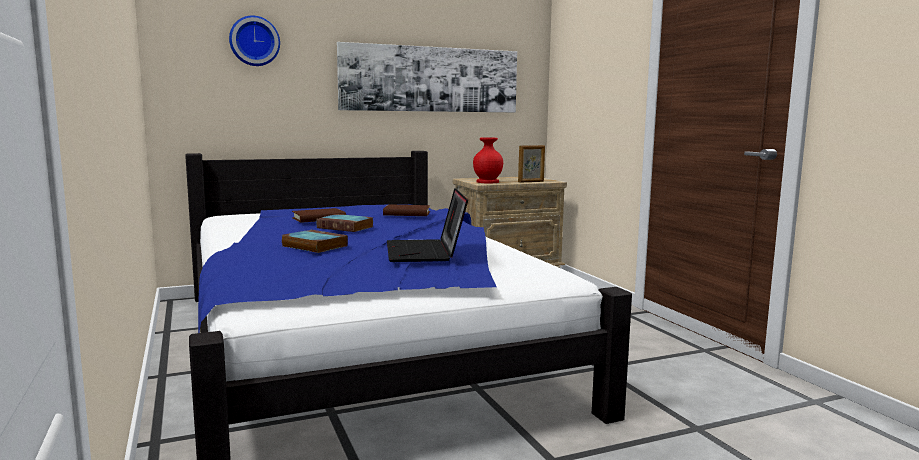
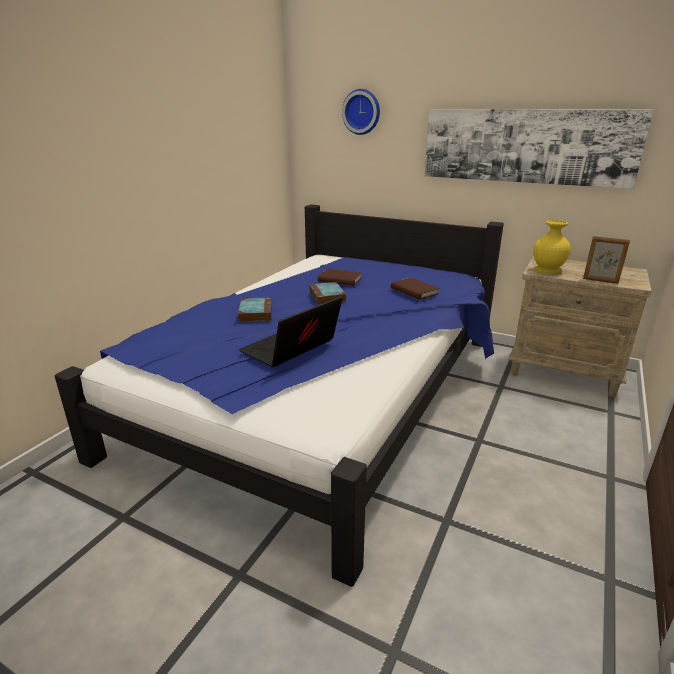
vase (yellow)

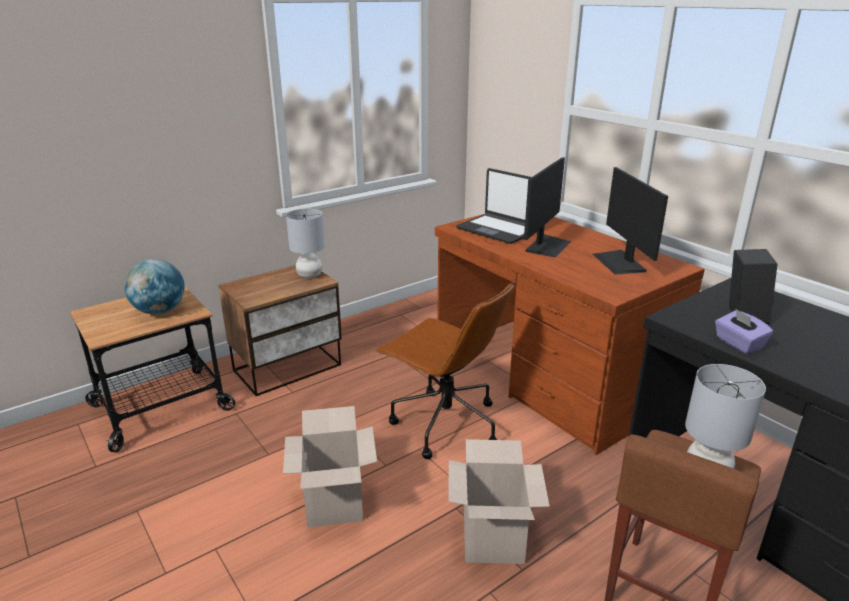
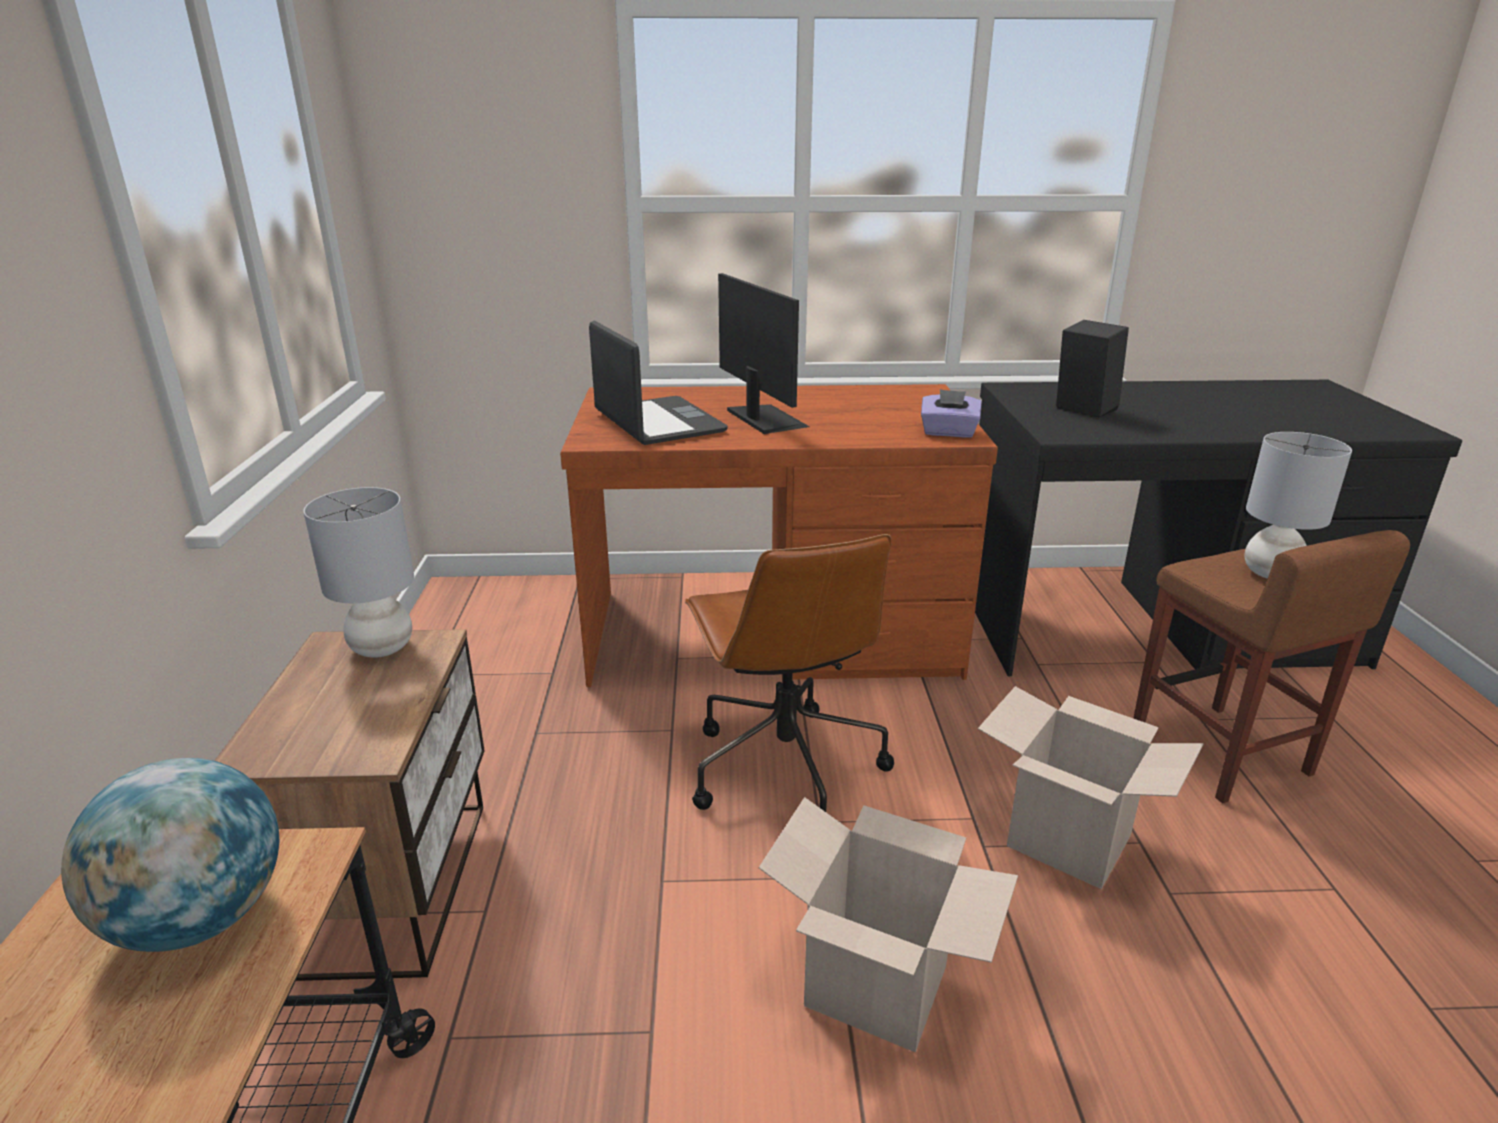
laptop
office chair (brown)
tissue box (purple)
monitor (2nd from left in the first image)

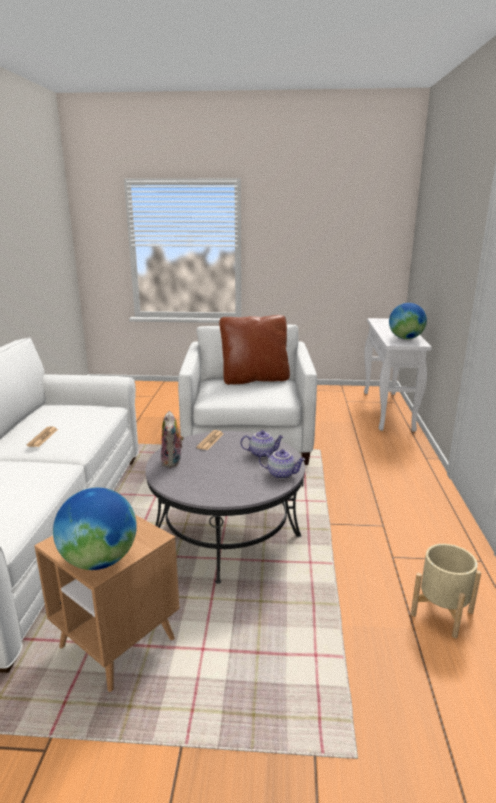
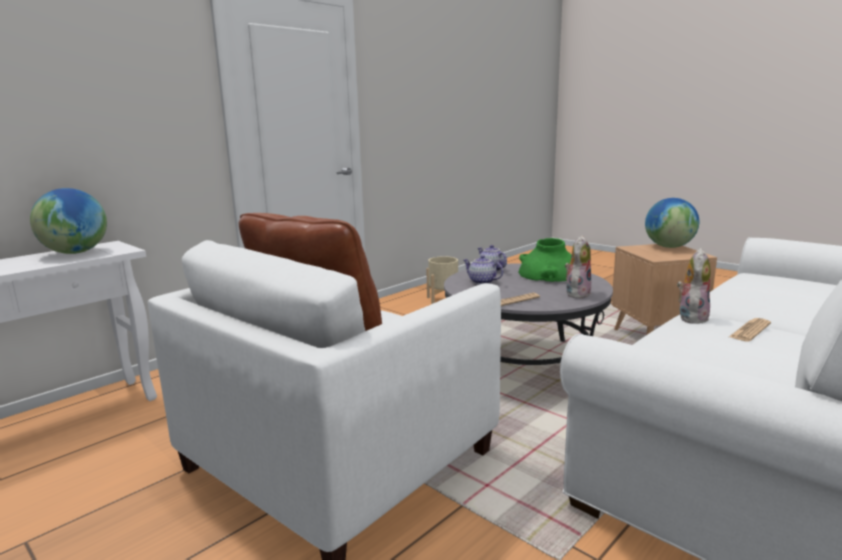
vase (green)
plush toy (2nd from left)

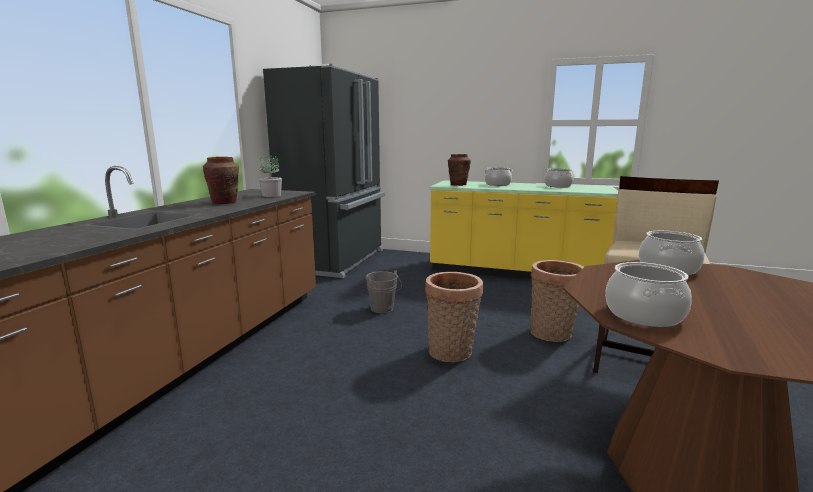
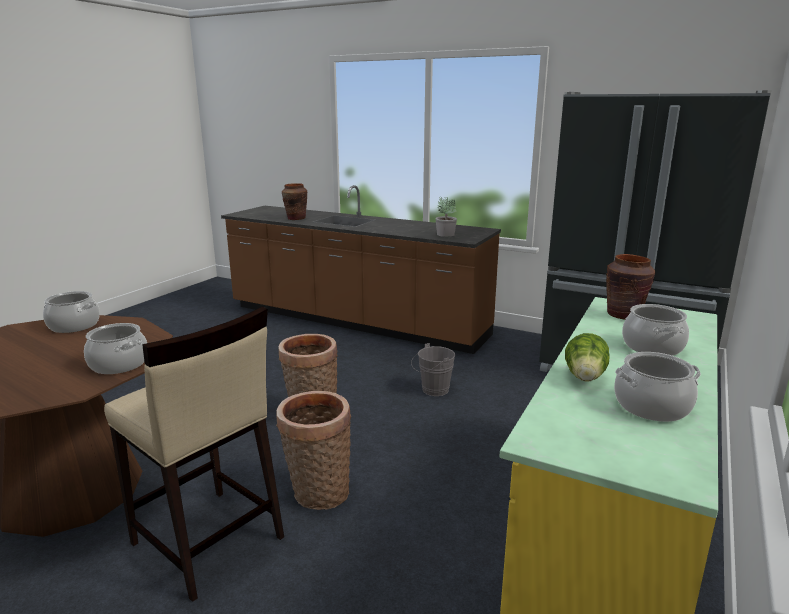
vase (brown) (1st from left)
lettuce

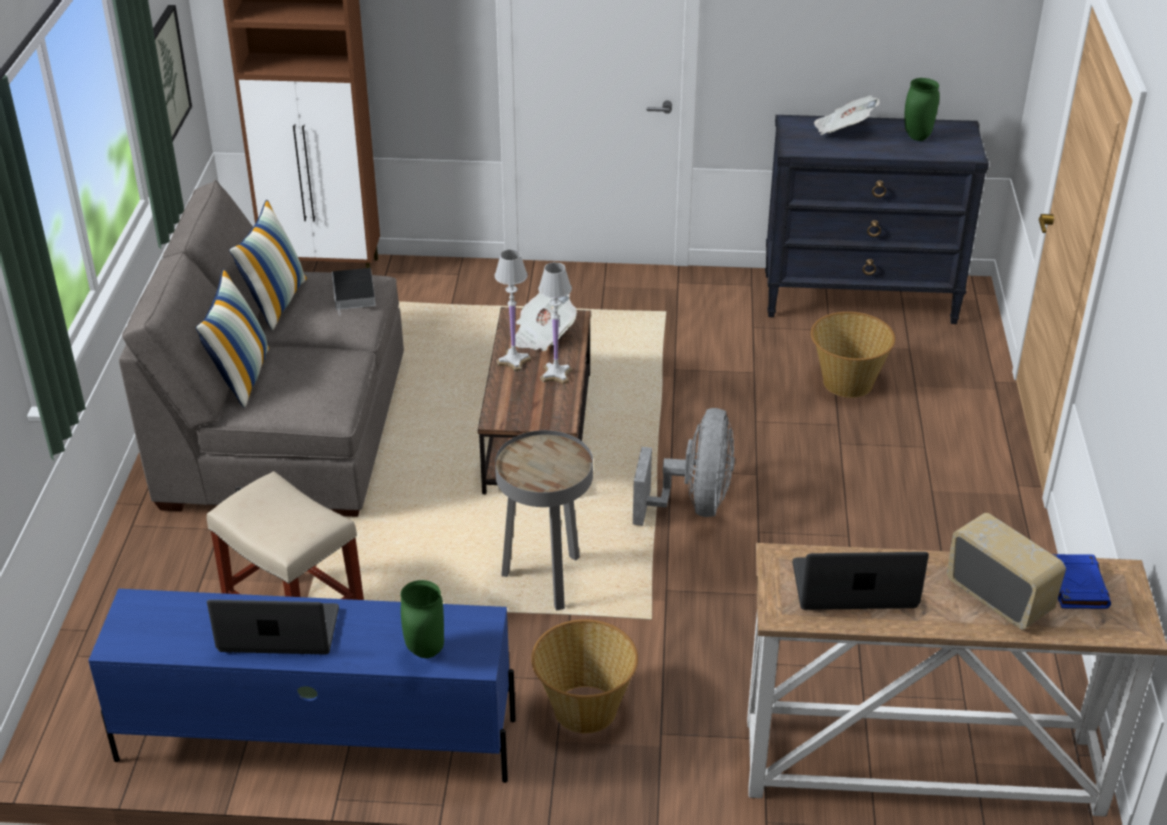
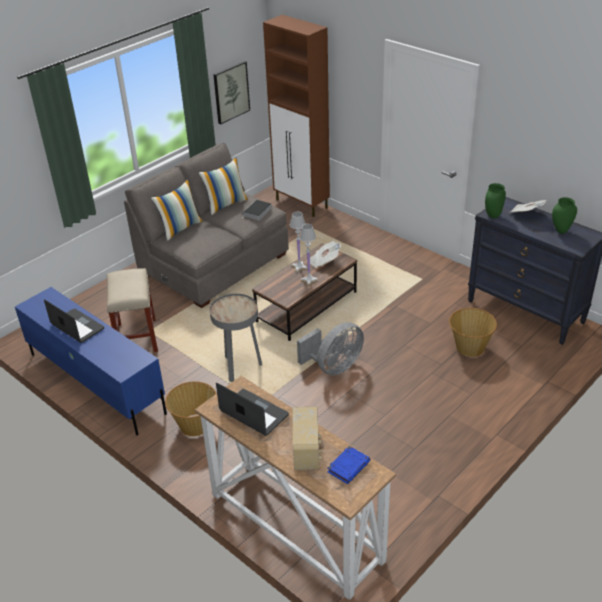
vase (green) (1st from left)

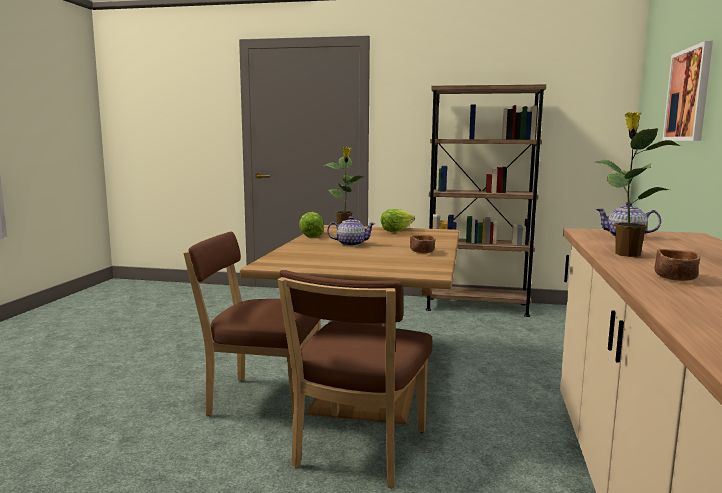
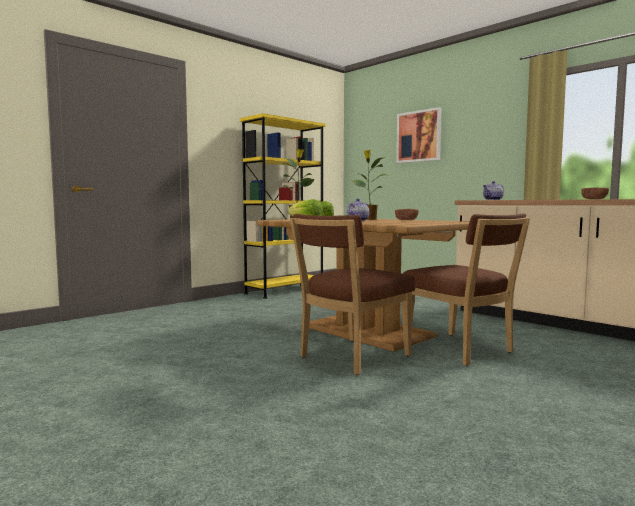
bookcase (yellow)
potted plant (2nd from left)

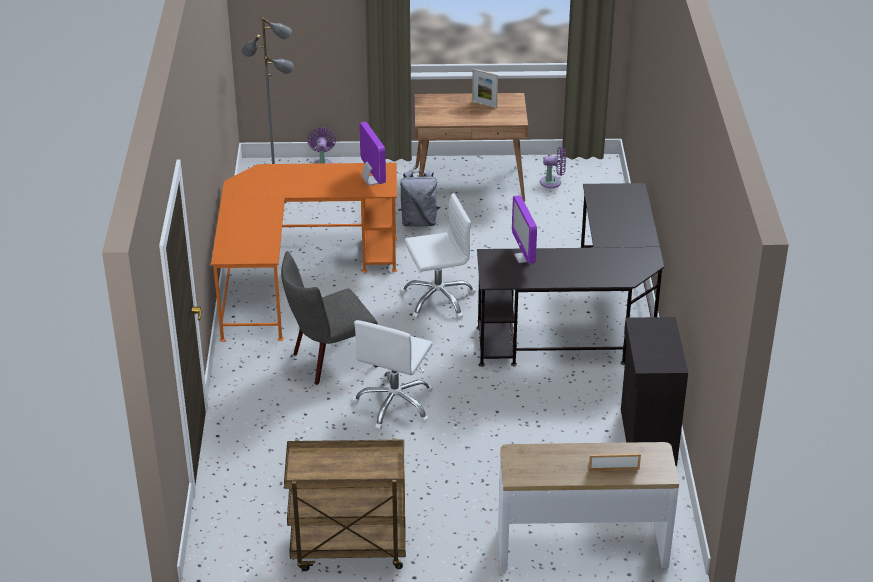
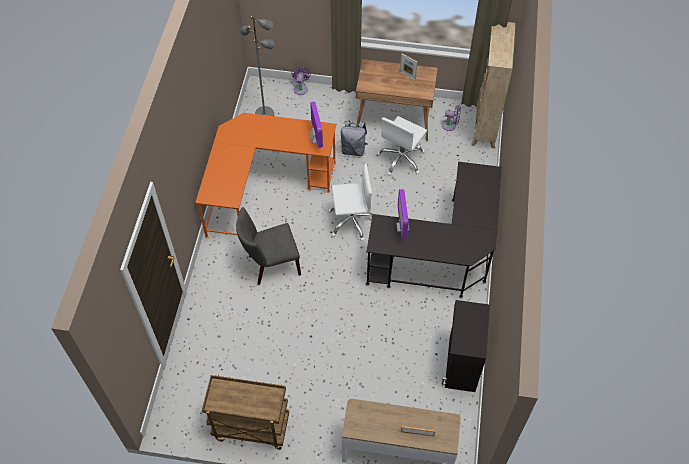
office chair (white) (2nd from left)
bookcase (beige)

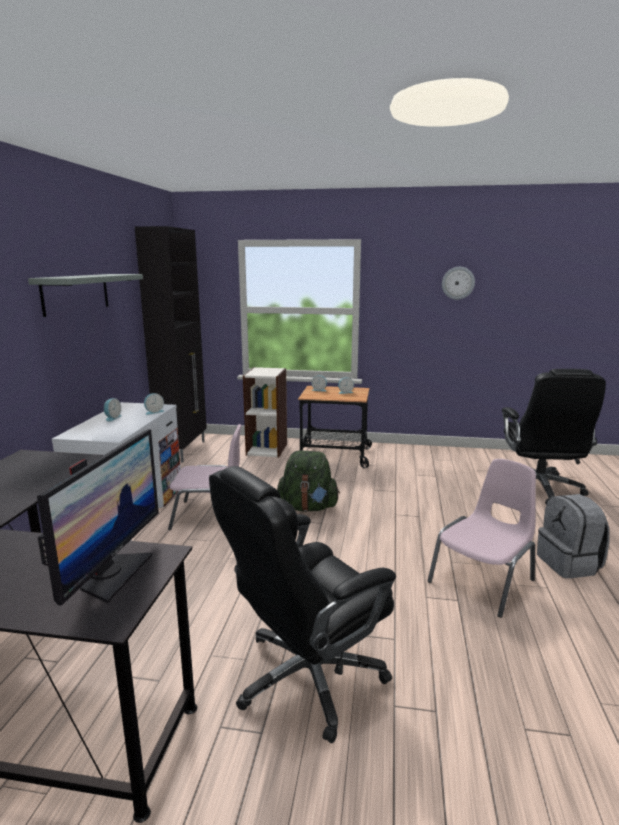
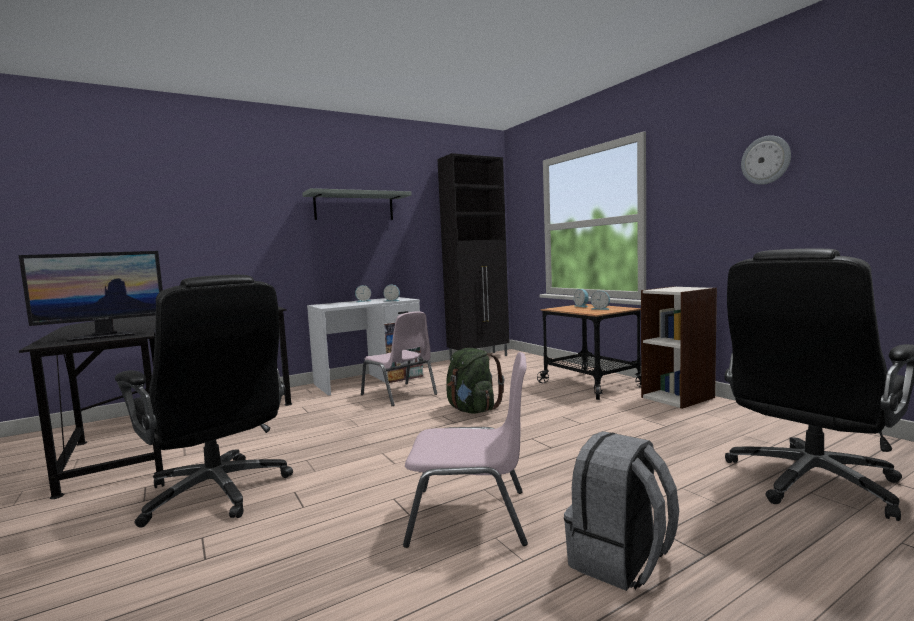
office chair (black) (1st from left)
bookcase

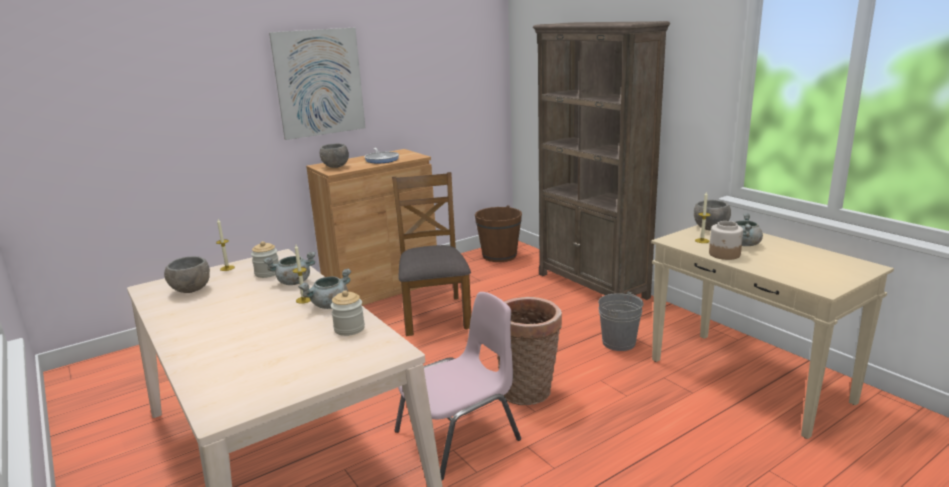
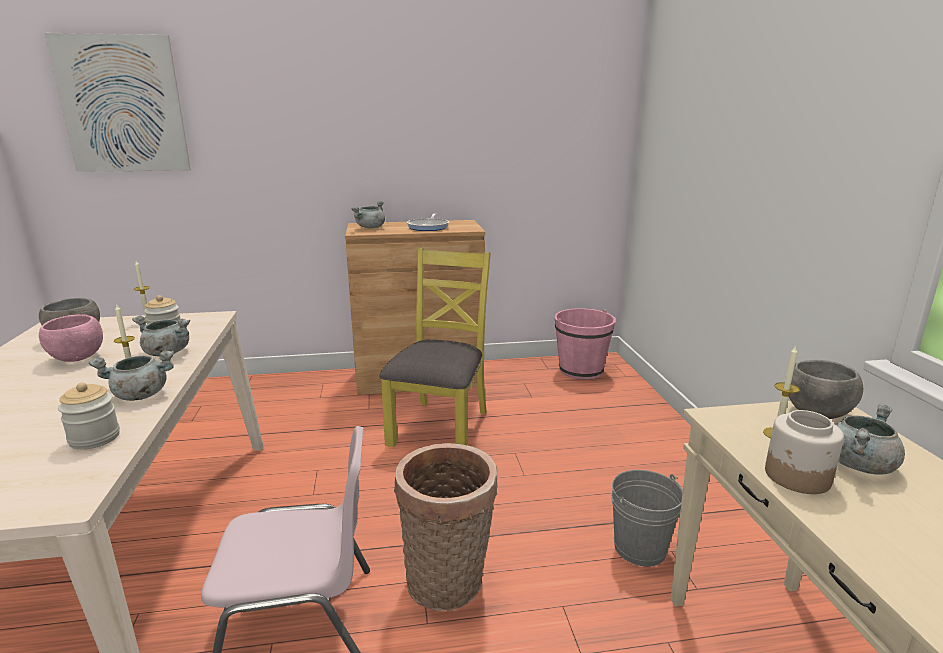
bowl (pink)
picture
cooking pot (grey) (3rd from left)
chair (yellow)
bucket (pink)
bookcase (brown)

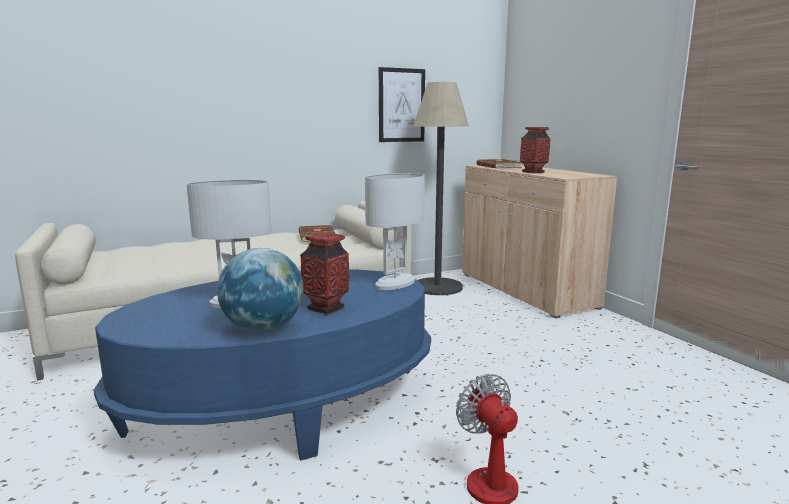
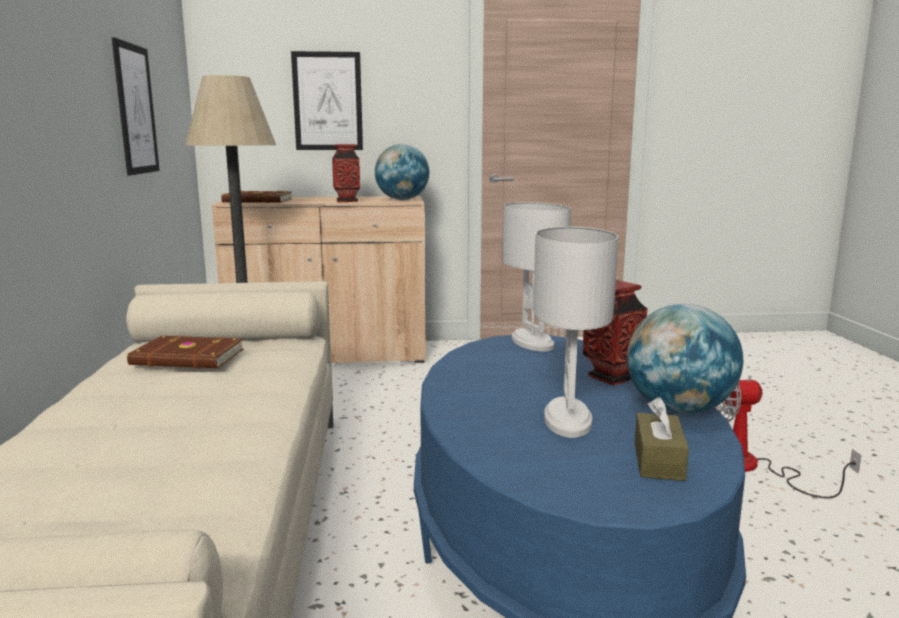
picture (2nd from left)
globe (1st from left)
tissue box (brown)

